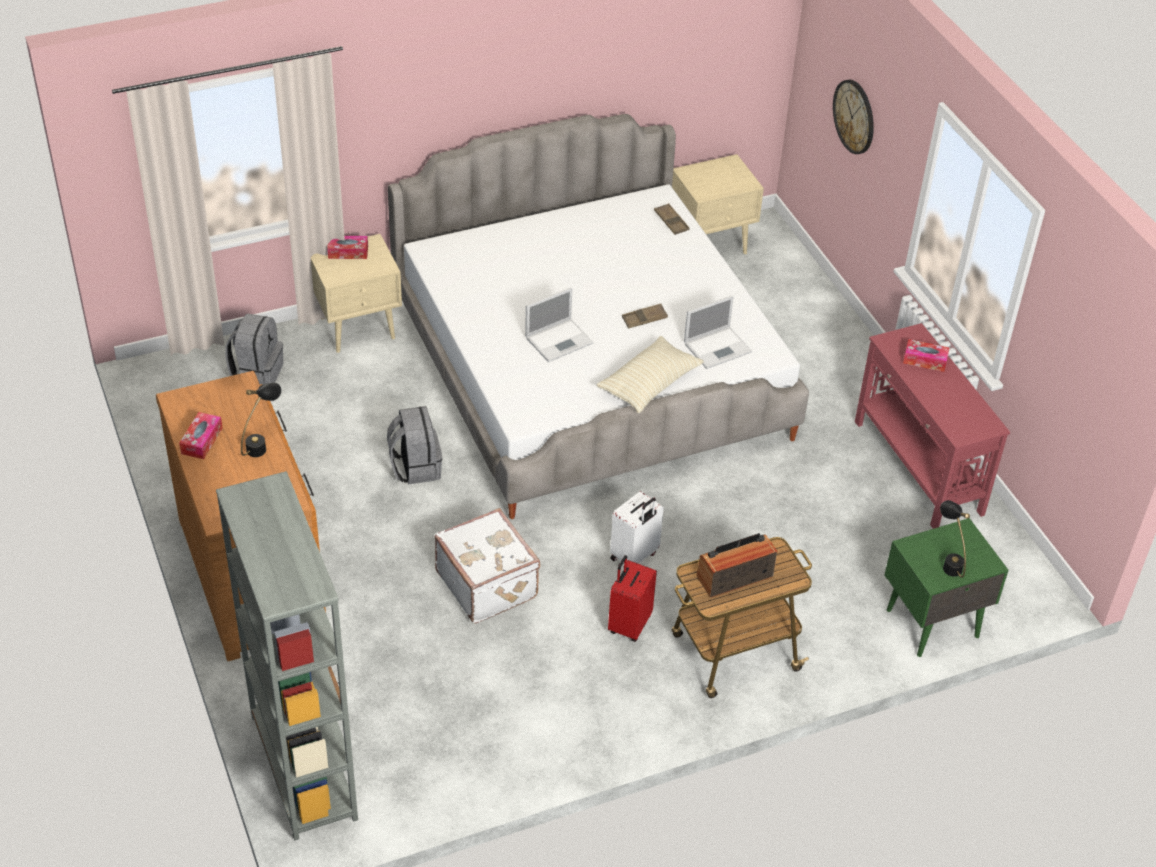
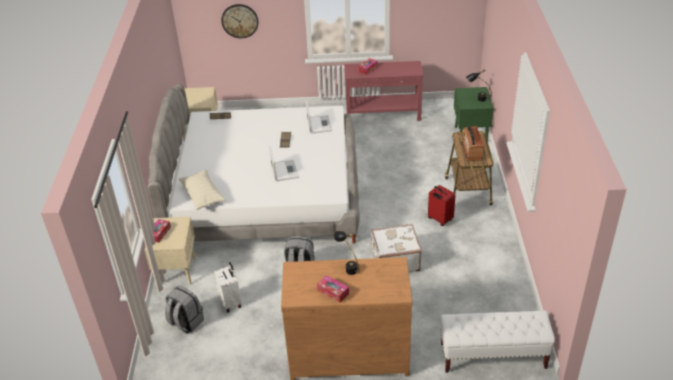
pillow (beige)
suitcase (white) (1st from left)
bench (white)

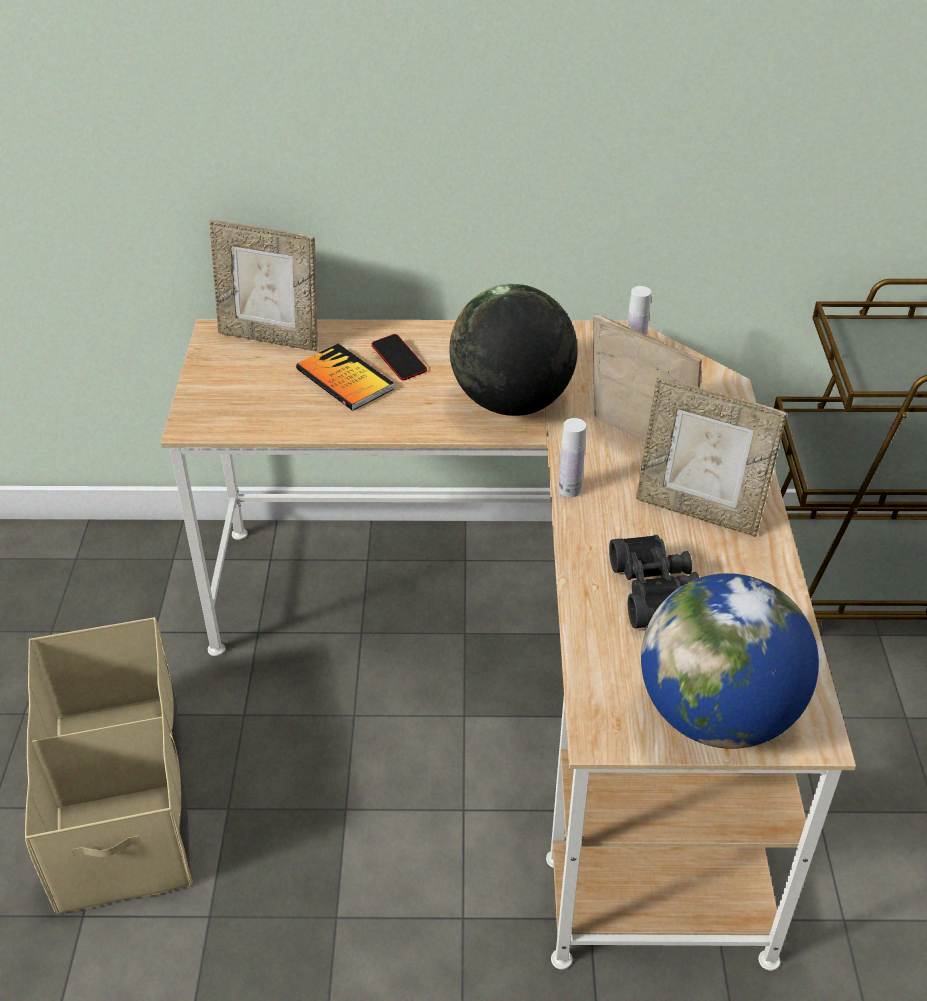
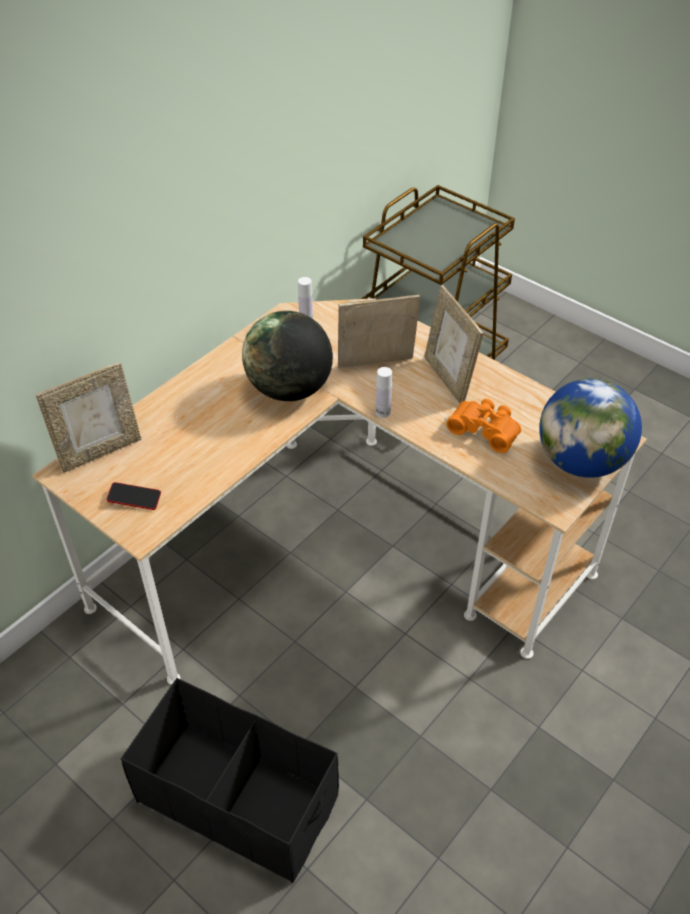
phone
storage box (black)
picture frame (3rd from left)
binoculars (orange)
book

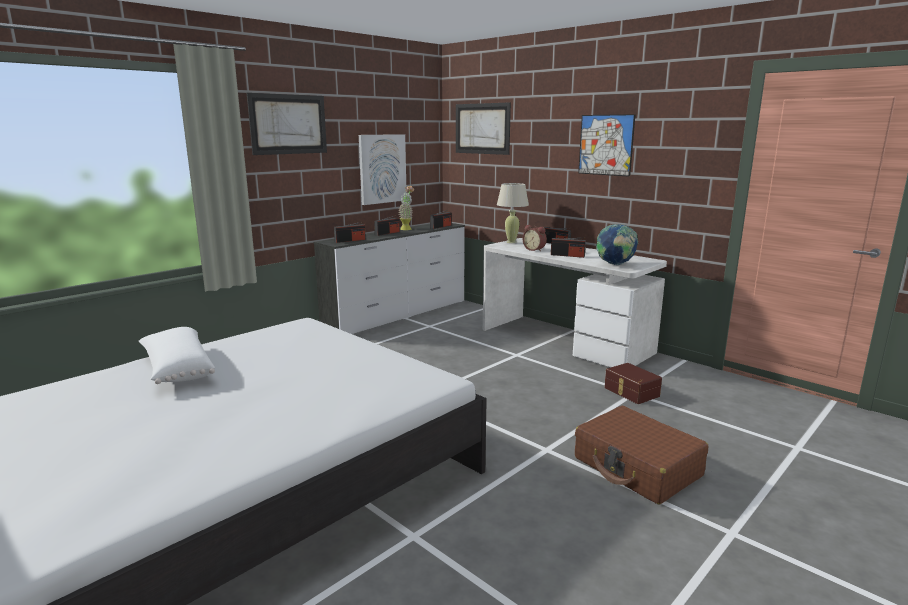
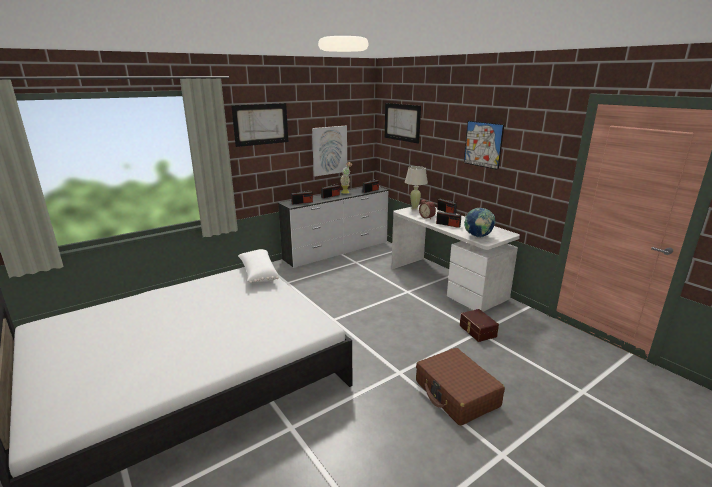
pillow (white)

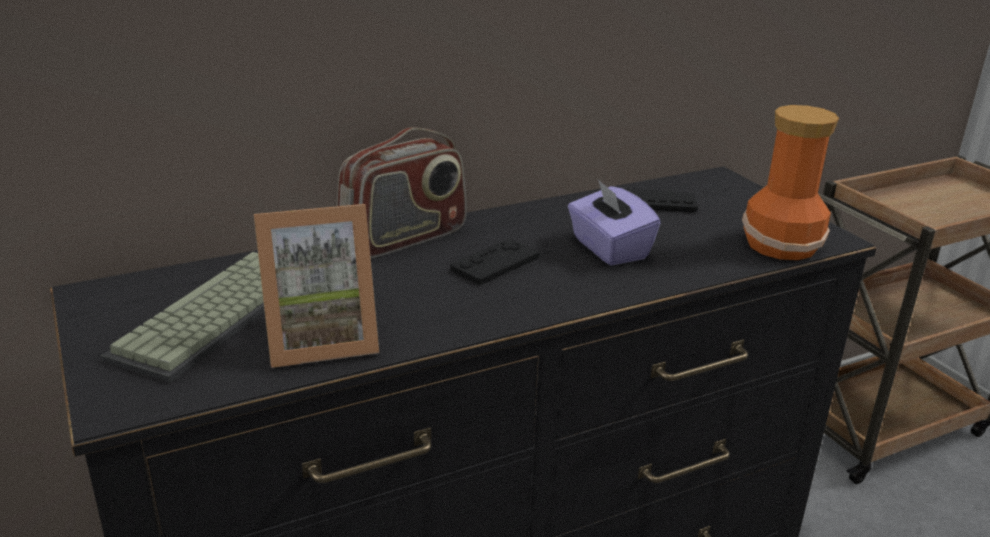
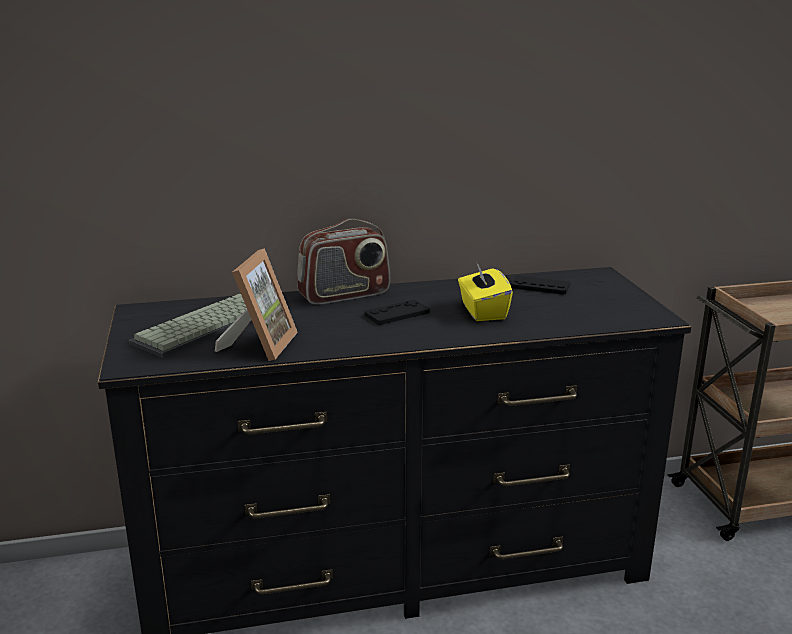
picture frame
tissue box (yellow)
vase

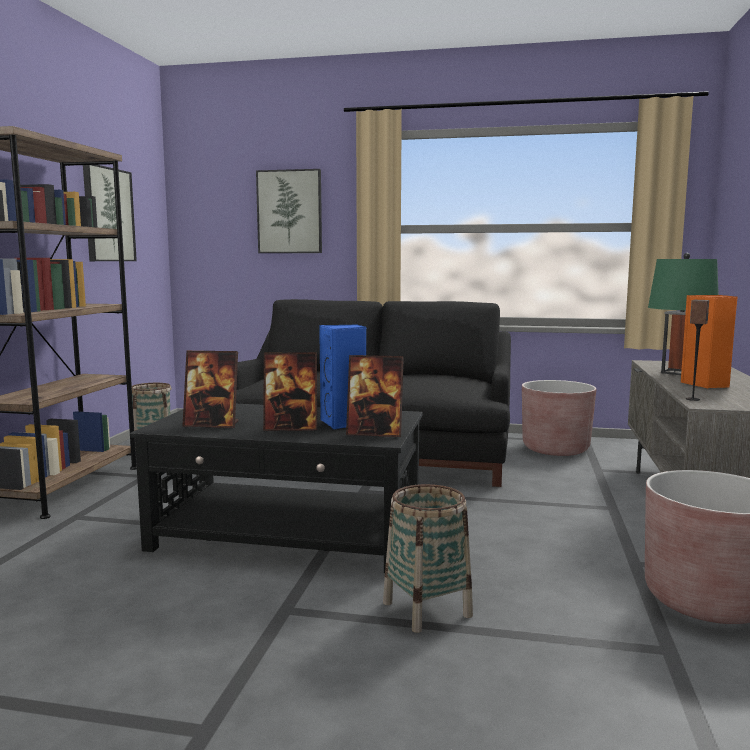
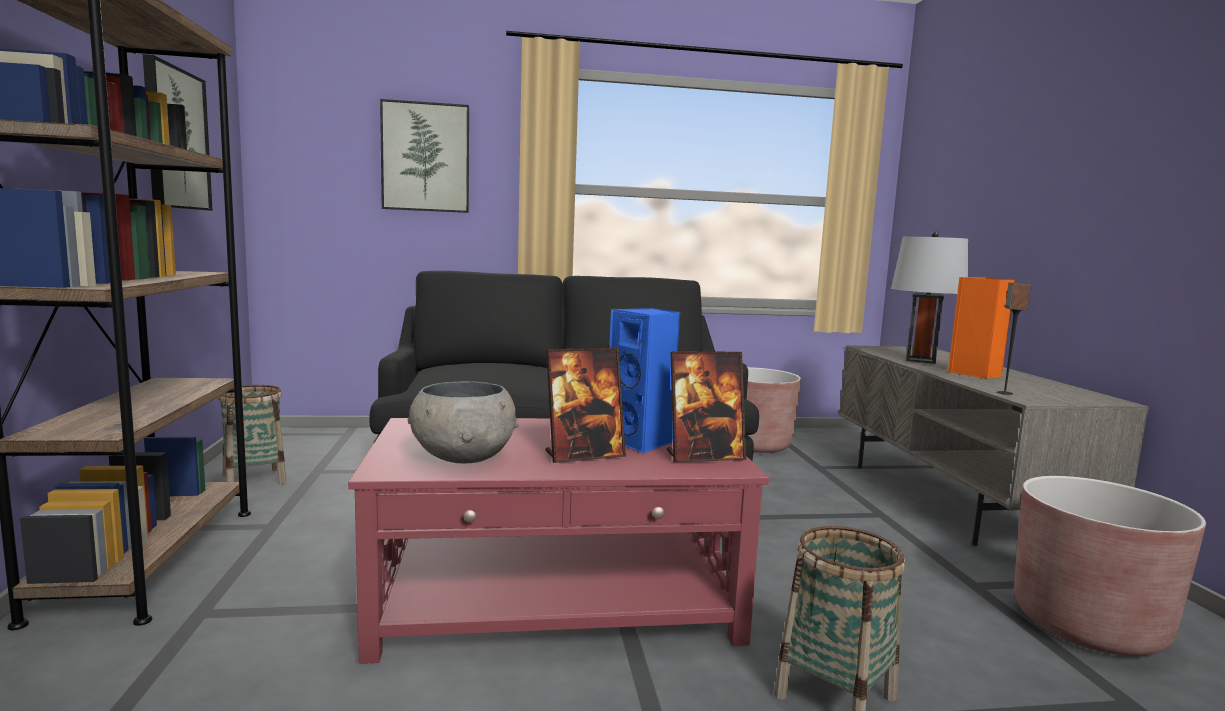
coffee table (red)
bowl (grey)
table lamp (grey)

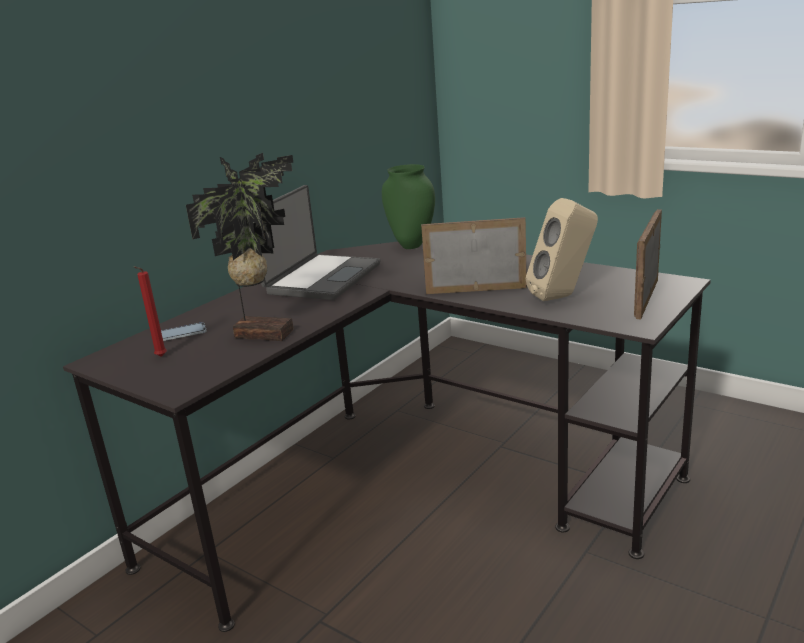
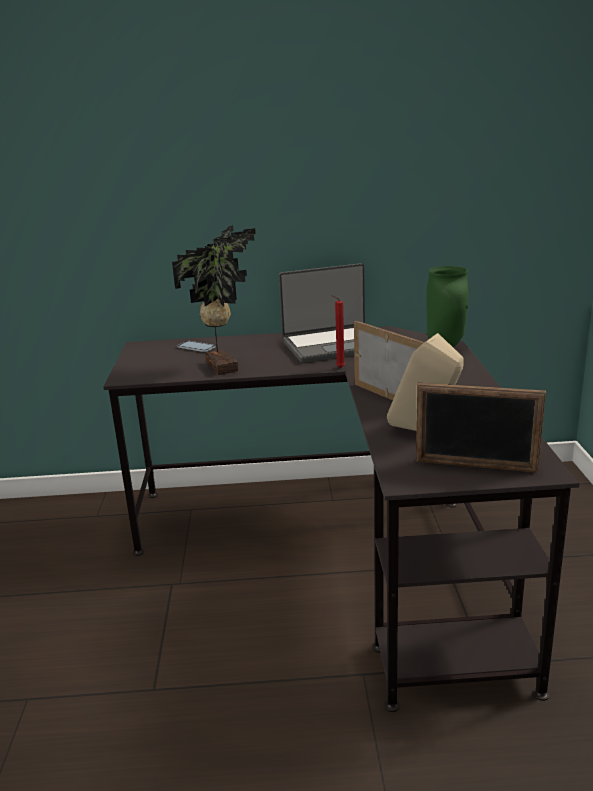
candle (red)
picture frame (2nd from left)

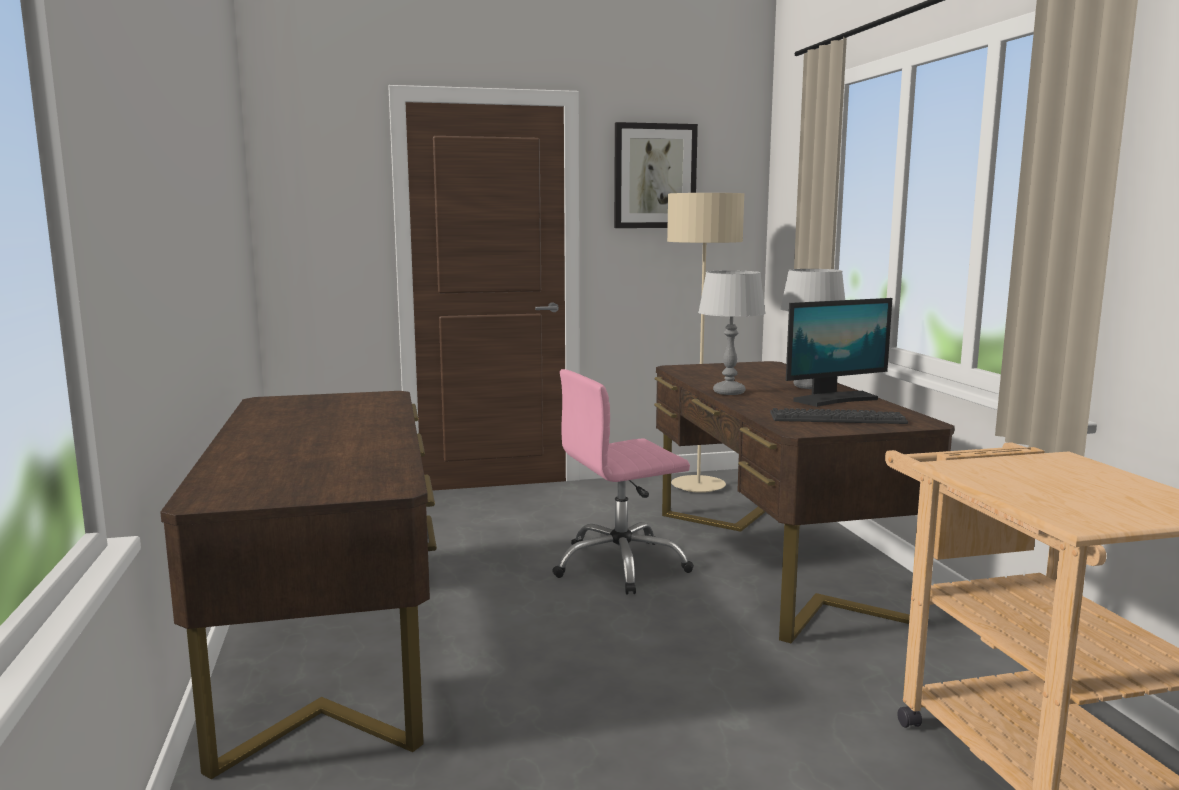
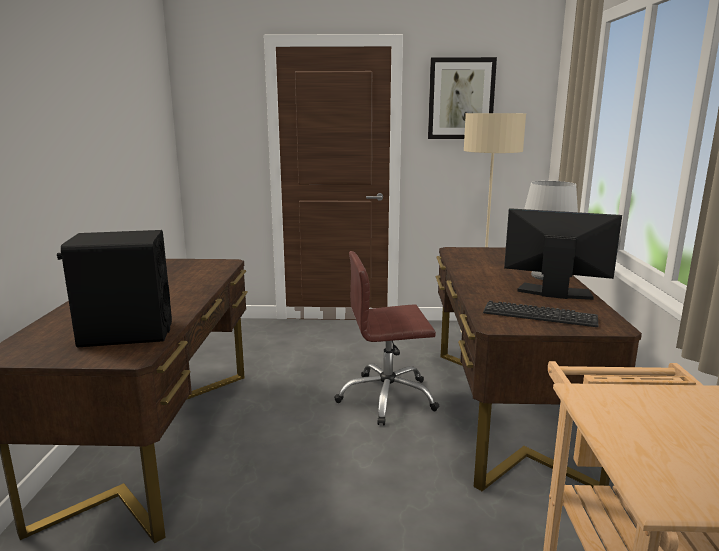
speaker (black)
office chair (brown)
monitor
table lamp (grey) (1st from left in the first image)

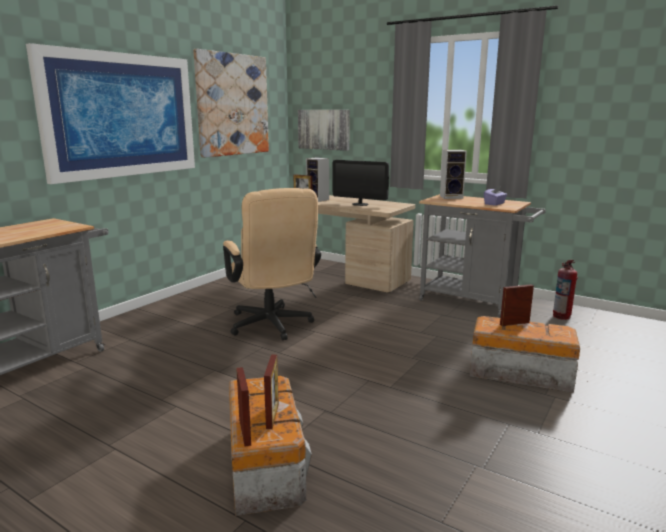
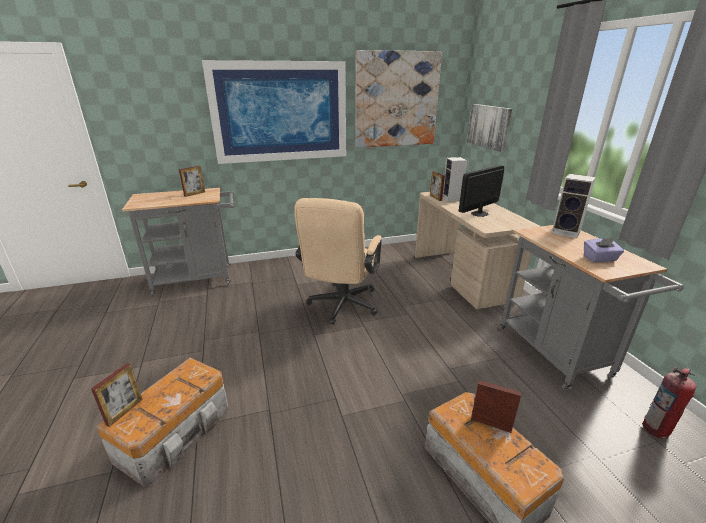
picture frame (2nd from left)
monitor

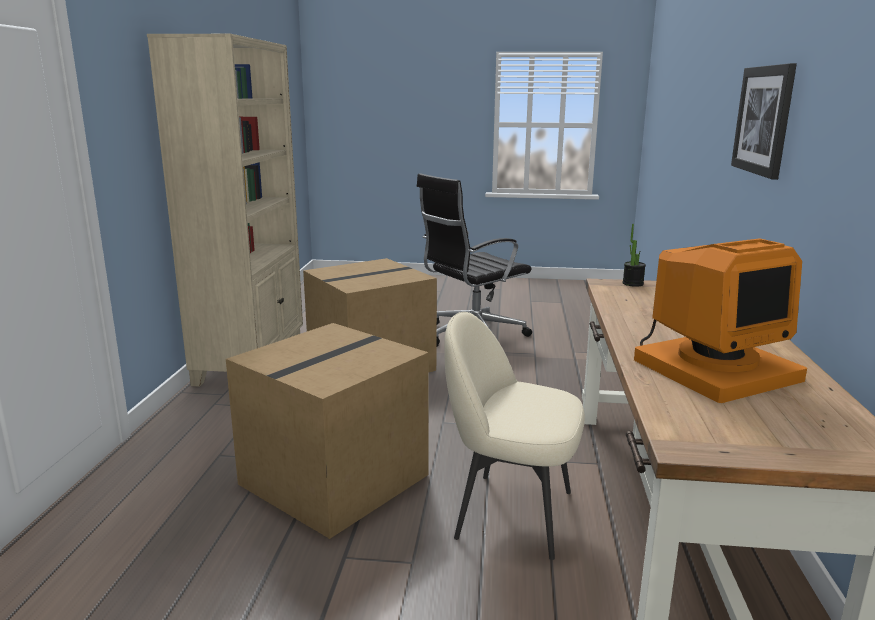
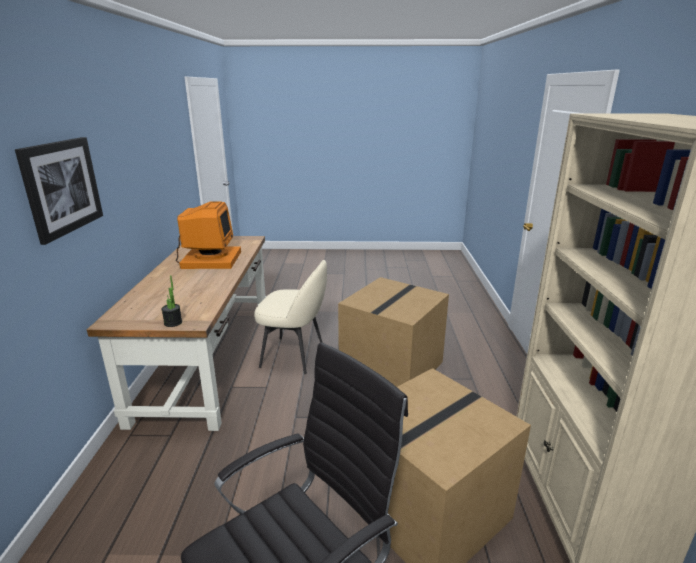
monitor

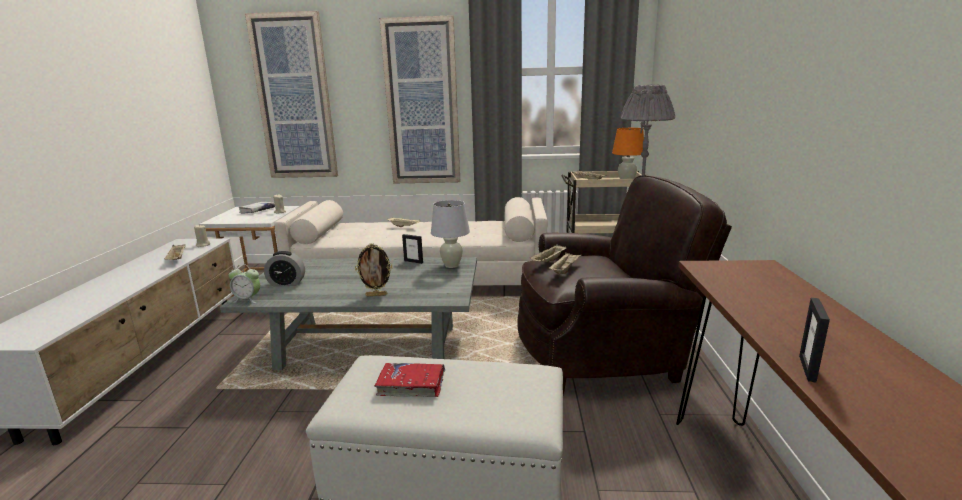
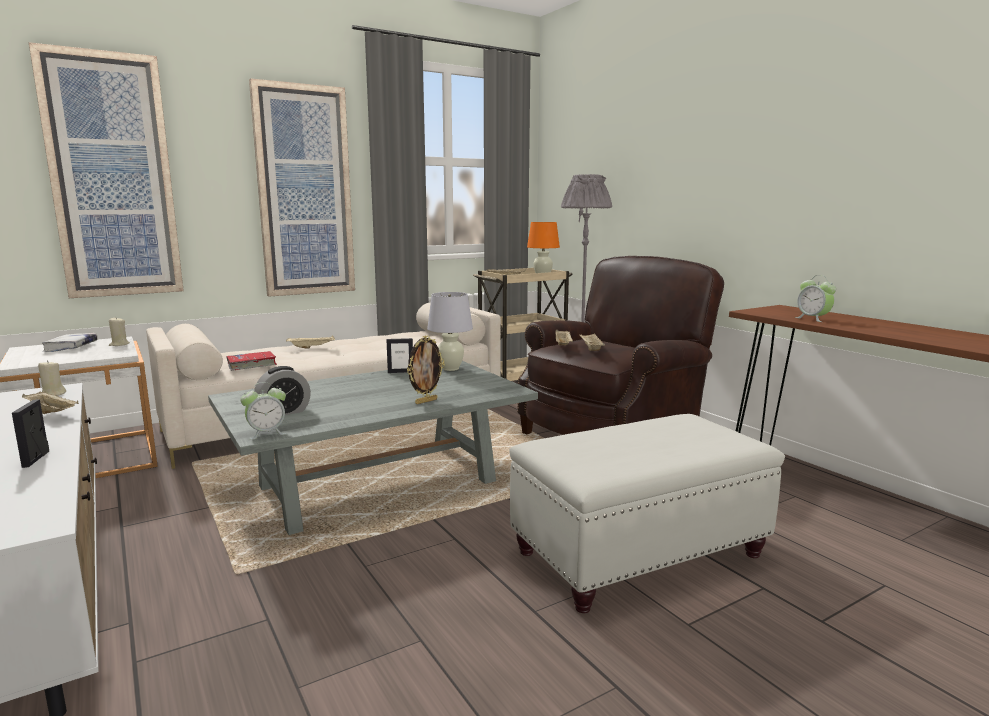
picture frame (1st from left)
book (red)
alarm clock (3rd from left)

